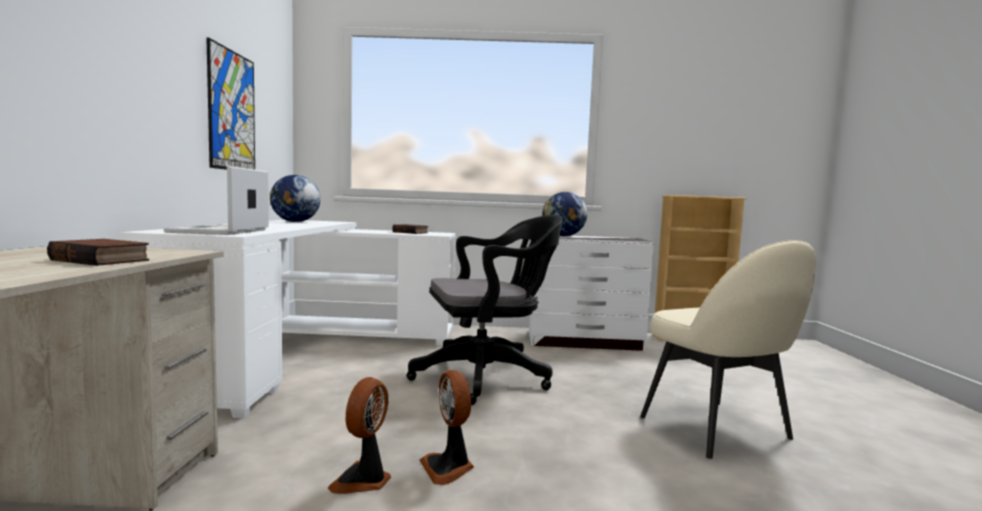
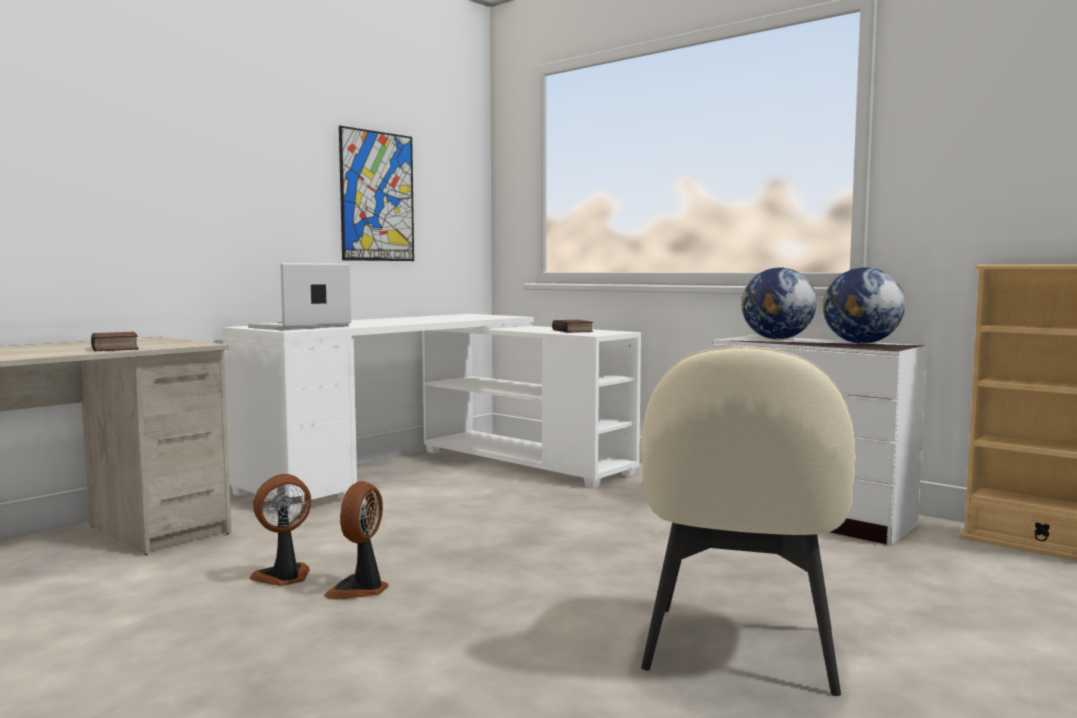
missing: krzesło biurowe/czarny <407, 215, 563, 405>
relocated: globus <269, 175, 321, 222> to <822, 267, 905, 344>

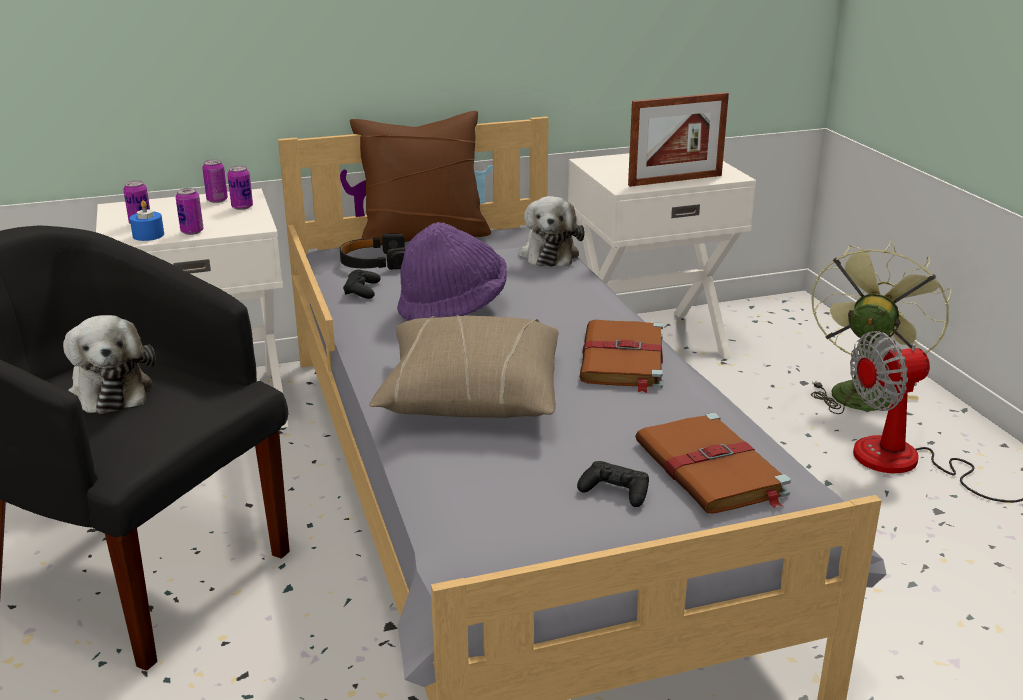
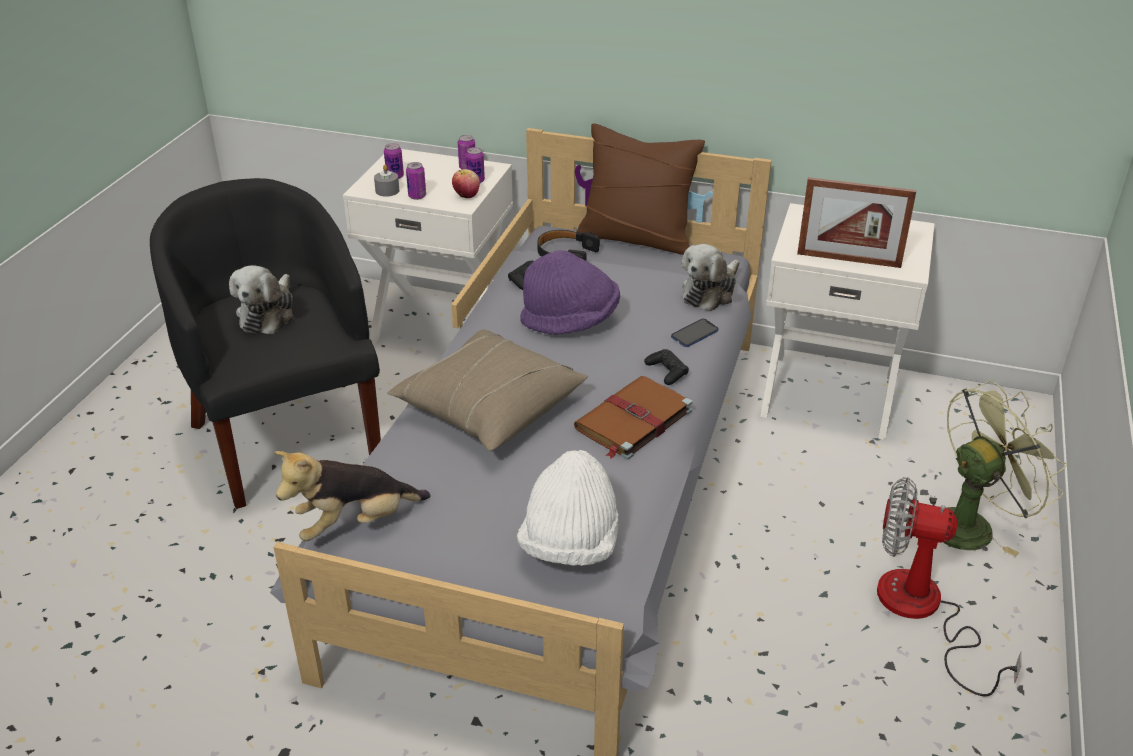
appeared: pluszak <274, 451, 431, 541>; jabłko <452, 169, 480, 198>; telefon <671, 319, 719, 347>
relocated: pad do gier/czarny <577, 461, 649, 507> to <644, 349, 689, 385>
exchanged: książka/brązowy <635, 413, 791, 513> to kapelusz/biały <517, 450, 618, 566>
colour: świeca/niebieski <130, 201, 164, 241> to świeca/szary <374, 165, 400, 197>

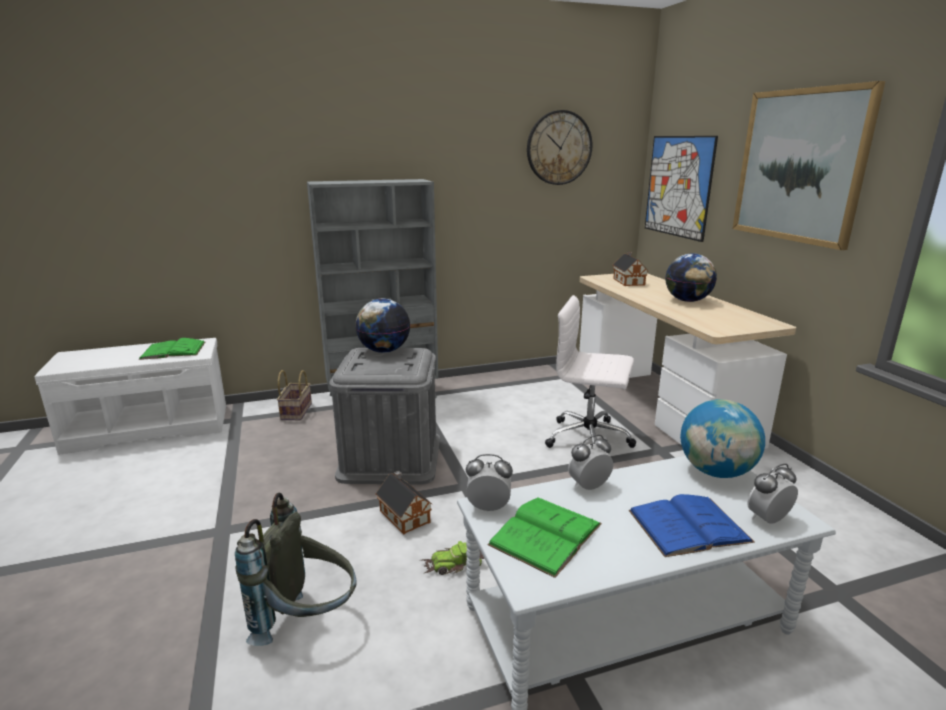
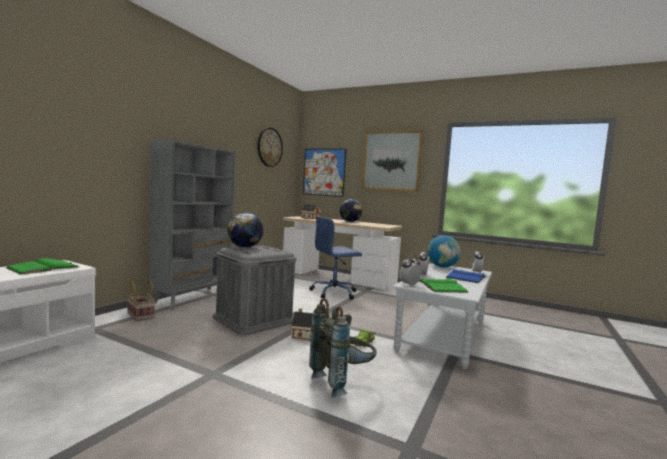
colour: krzesło biurowe/biały <545, 295, 636, 448> to krzesło biurowe/niebieski <309, 216, 362, 300>

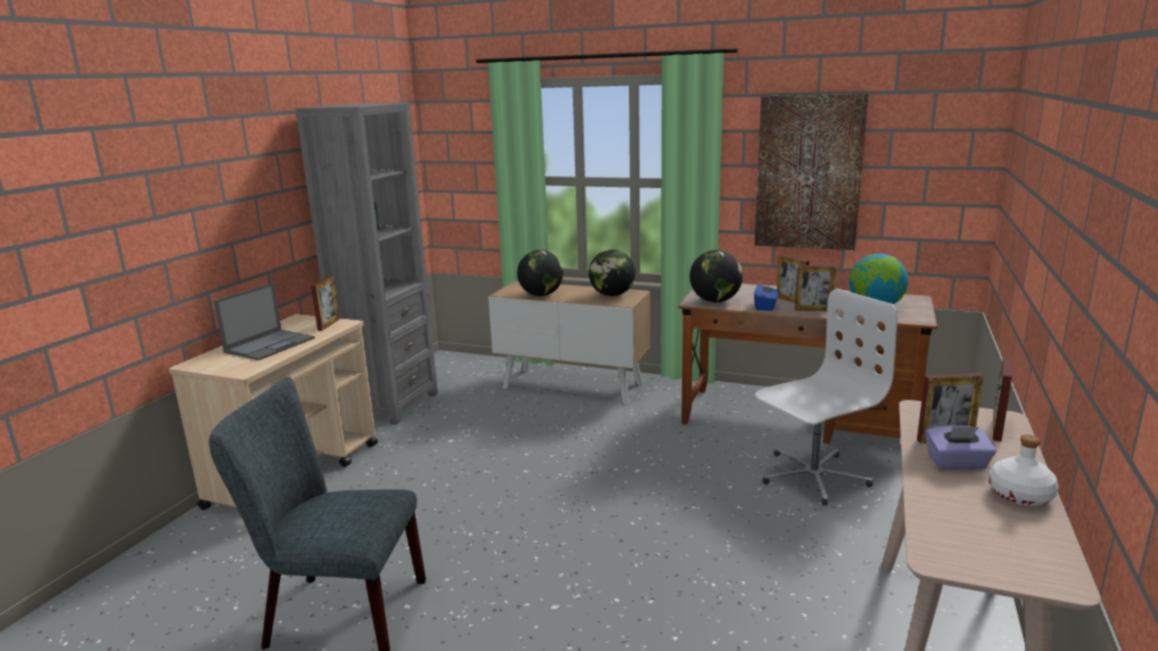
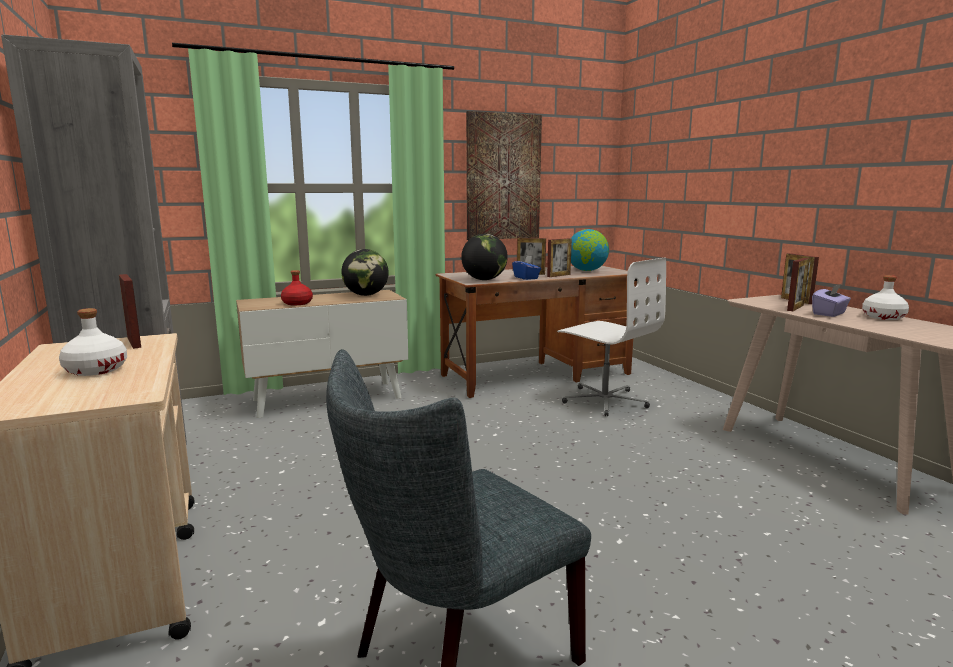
exchanged: laptop <214, 283, 315, 360> to butelka/biały <59, 308, 127, 376>; globus <517, 250, 563, 296> to butelka/czerwony <281, 270, 313, 305>
spun: krzesło biurowe/biały <755, 289, 898, 506> = <557, 257, 666, 416> 120 degrees clockwise

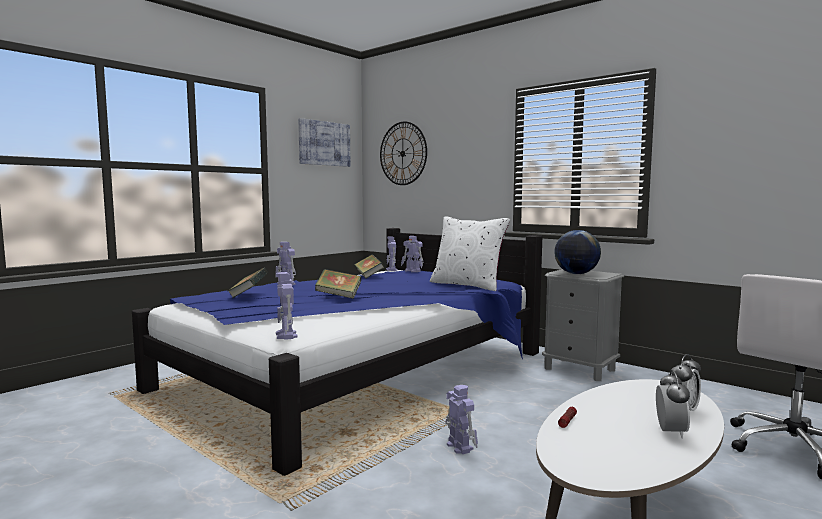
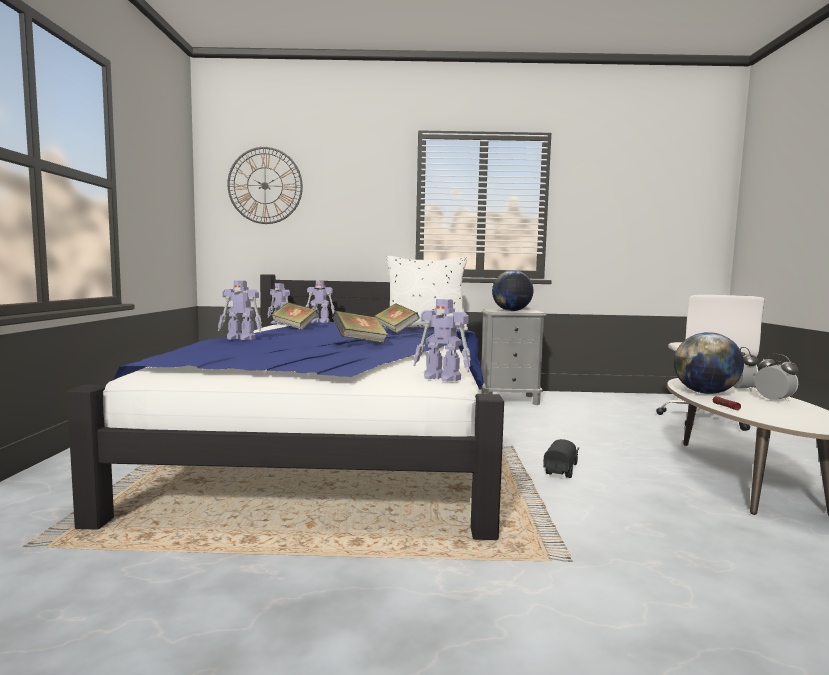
missing: obraz <298, 118, 351, 167>
appeared: globus <674, 332, 744, 394>
relocated: książka <228, 268, 268, 298> to <375, 303, 420, 333>
exchanged: robot zabawkowy <445, 385, 478, 454> to ciężarówka zabawkowa <543, 439, 579, 478>

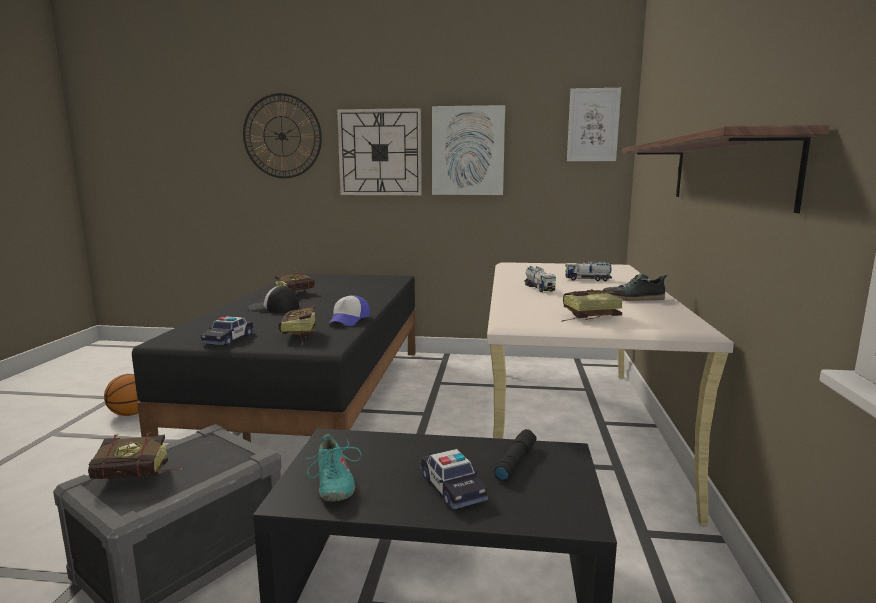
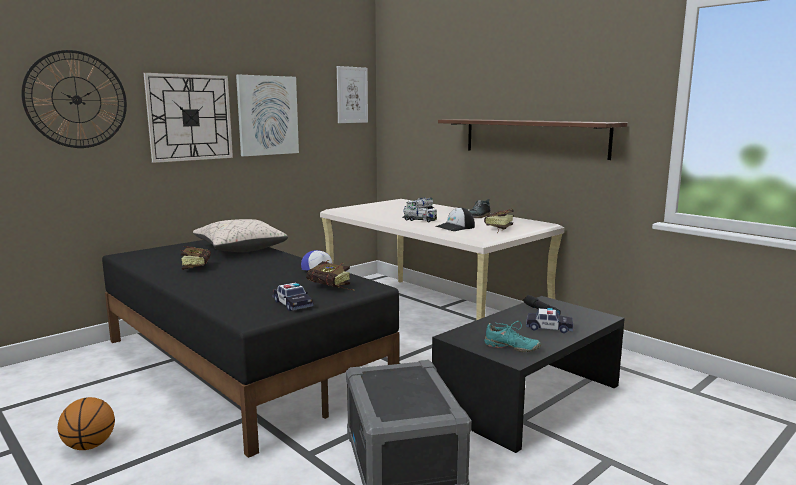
missing: książka <88, 432, 182, 479>
appeared: poduszka/beżowy <193, 219, 288, 252>
relocated: czapka z daszkiem <248, 286, 299, 313> to <435, 207, 475, 231>

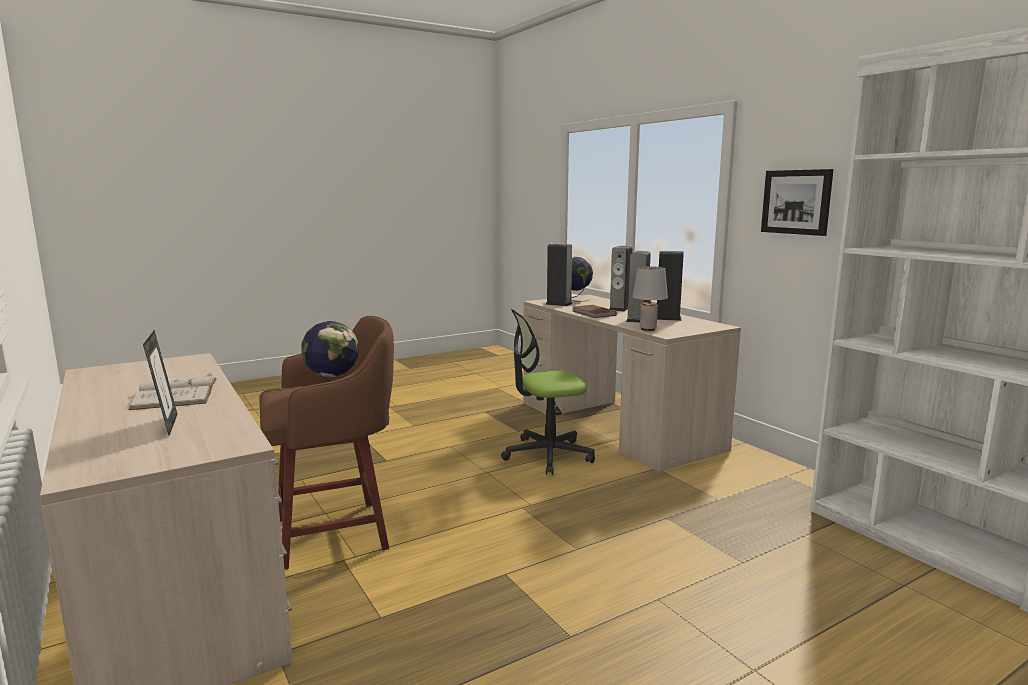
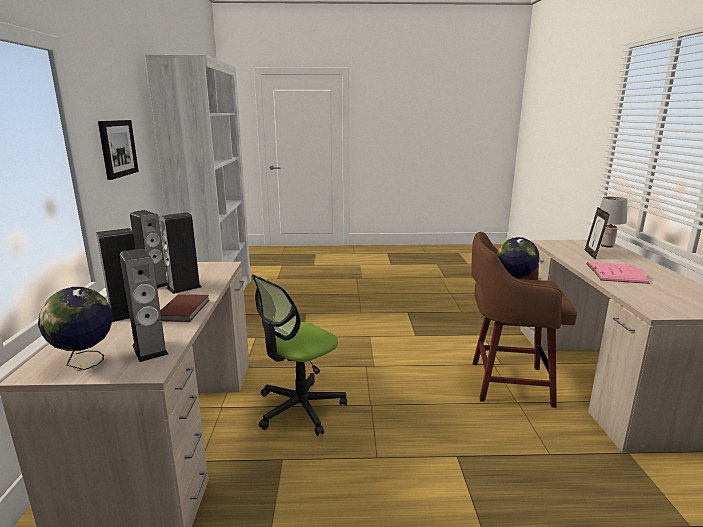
relocated: lampa stołowa/szary <632, 266, 668, 331> to <600, 196, 628, 247>
colour: książka/biały <128, 373, 217, 410> to książka/różowy <586, 262, 650, 284>
spun: krzesło biurowe <501, 309, 595, 475> = <252, 274, 347, 436> 120 degrees clockwise

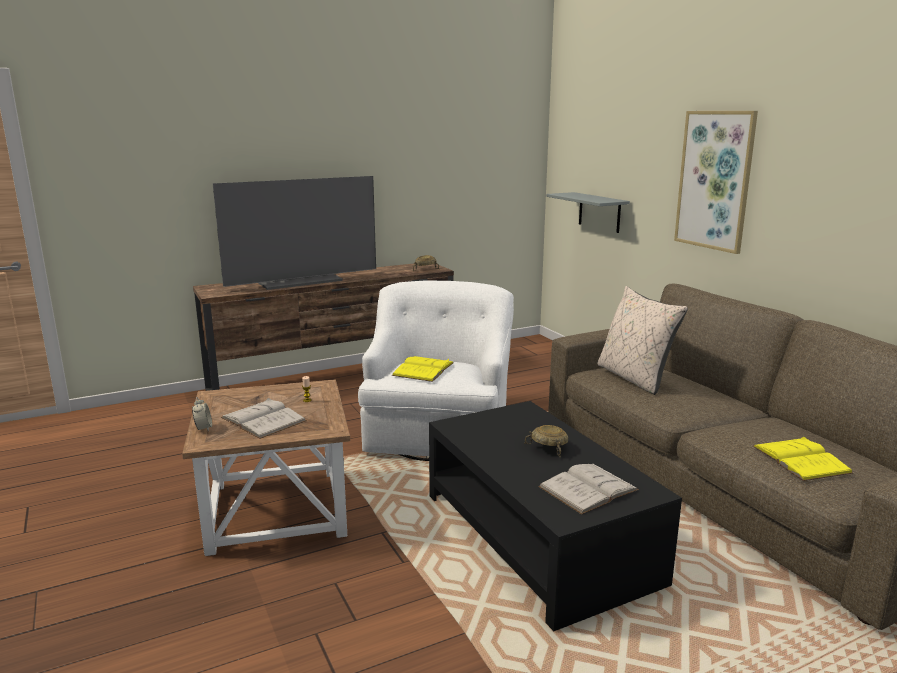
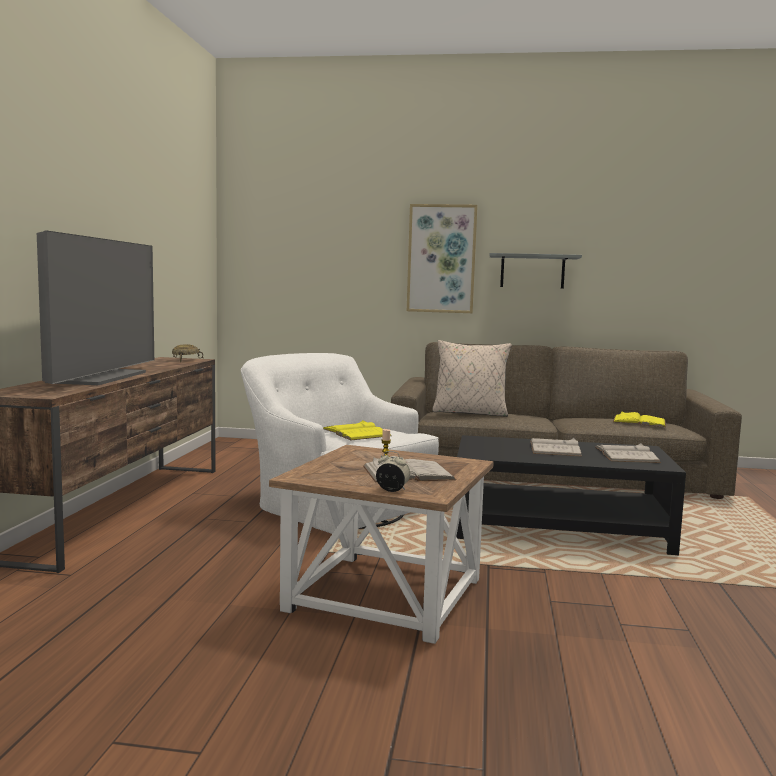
relocated: półka/szary <546, 192, 630, 233> to <489, 253, 582, 289>
exchanged: miska/beżowy <524, 425, 568, 458> to książka/biały <530, 438, 582, 457>

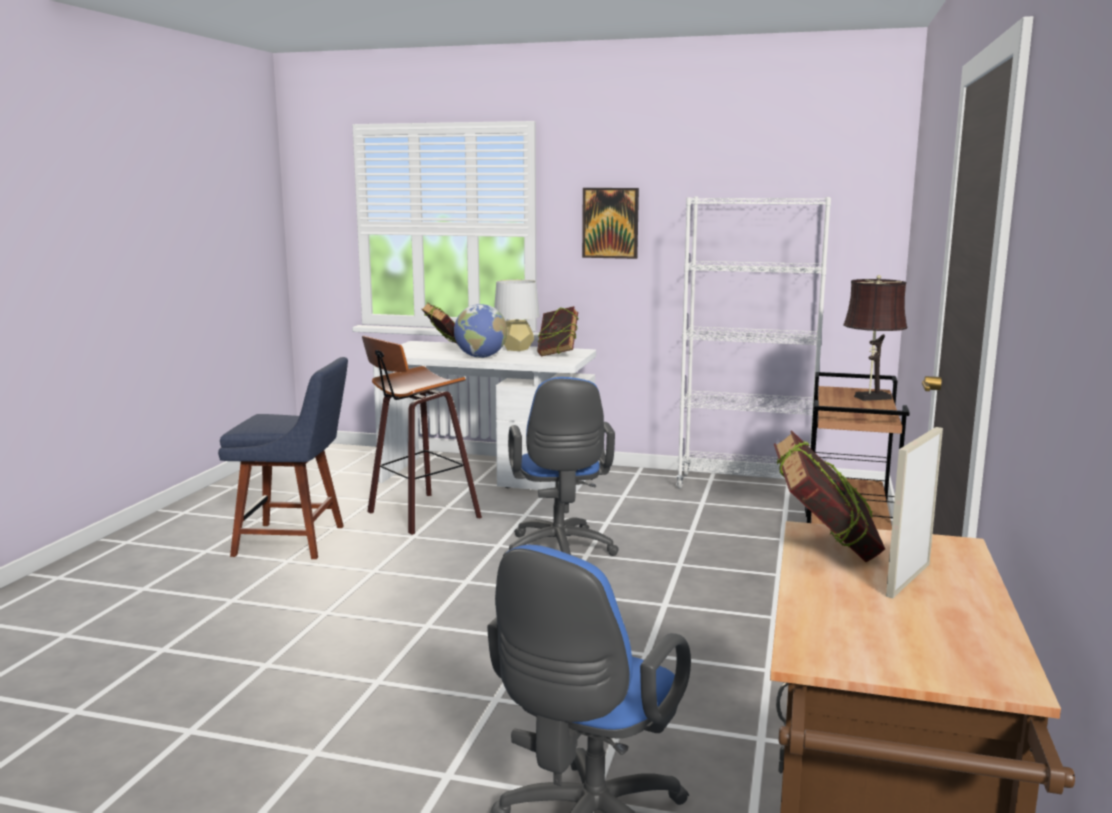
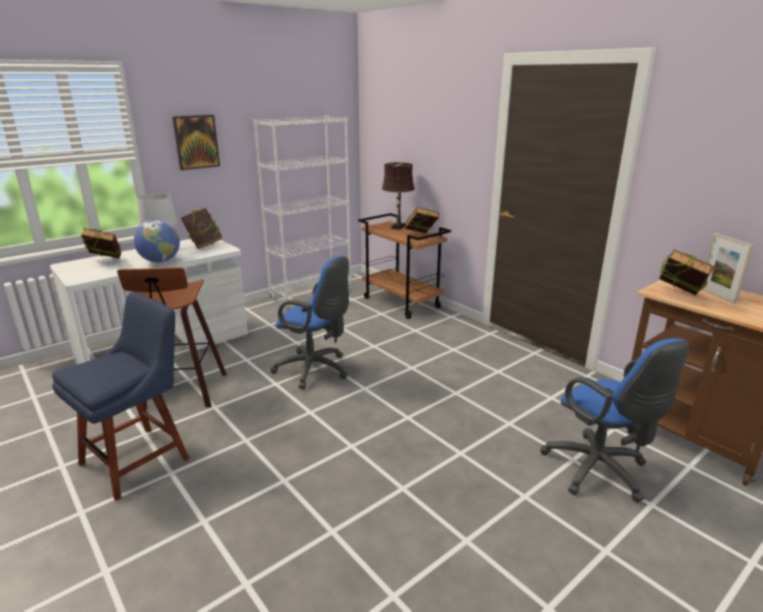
appeared: książka <405, 207, 439, 233>

